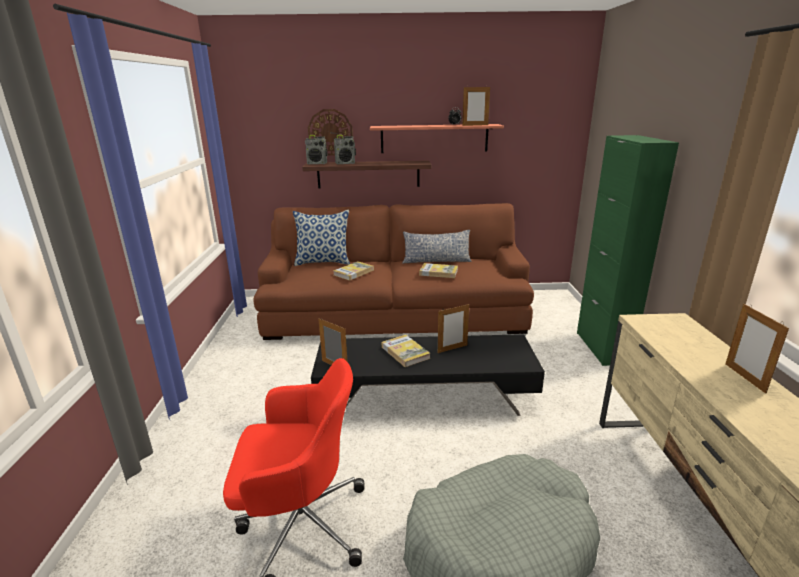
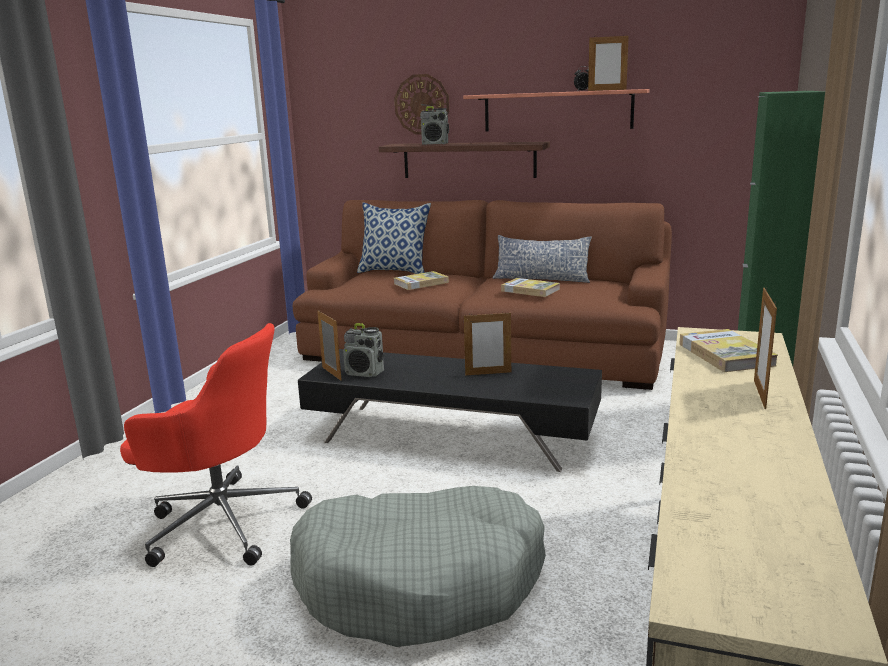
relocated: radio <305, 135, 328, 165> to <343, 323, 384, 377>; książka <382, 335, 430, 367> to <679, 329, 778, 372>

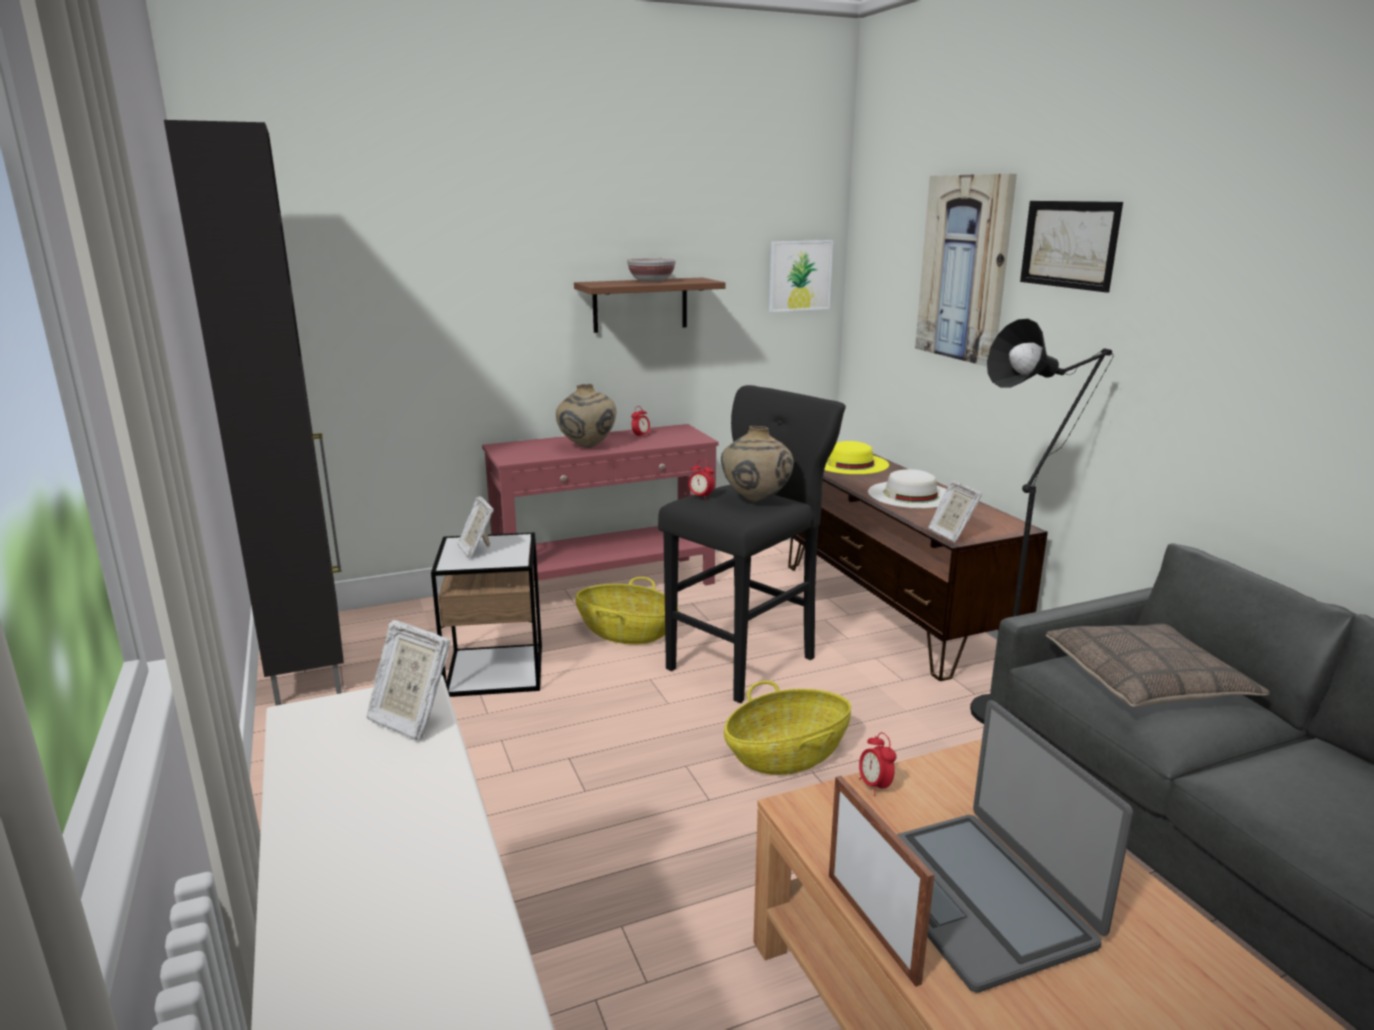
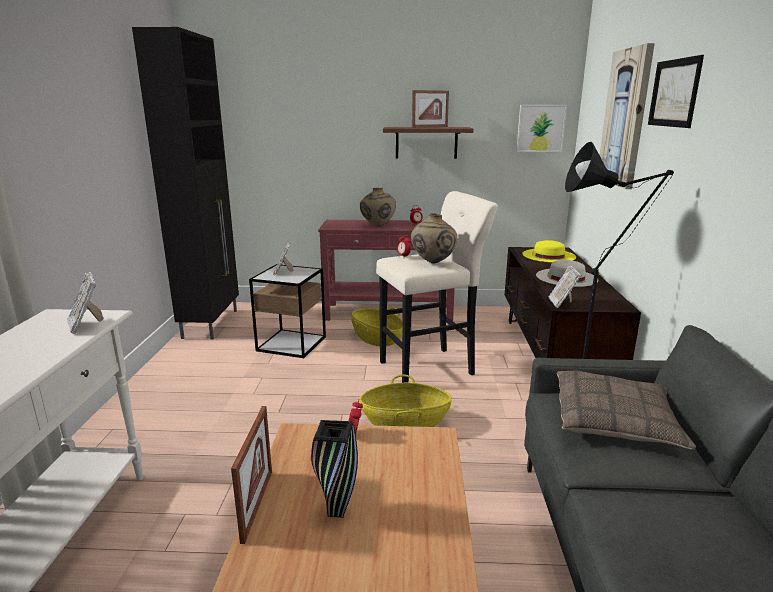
exchanged: miska <627, 258, 676, 282> to ramka na zdjęcie <412, 90, 449, 128>; laptop <897, 700, 1133, 993> to wazon/czarny <311, 420, 358, 518>
colour: stołek/czarny <658, 385, 846, 703> to stołek/beżowy <376, 191, 498, 383>

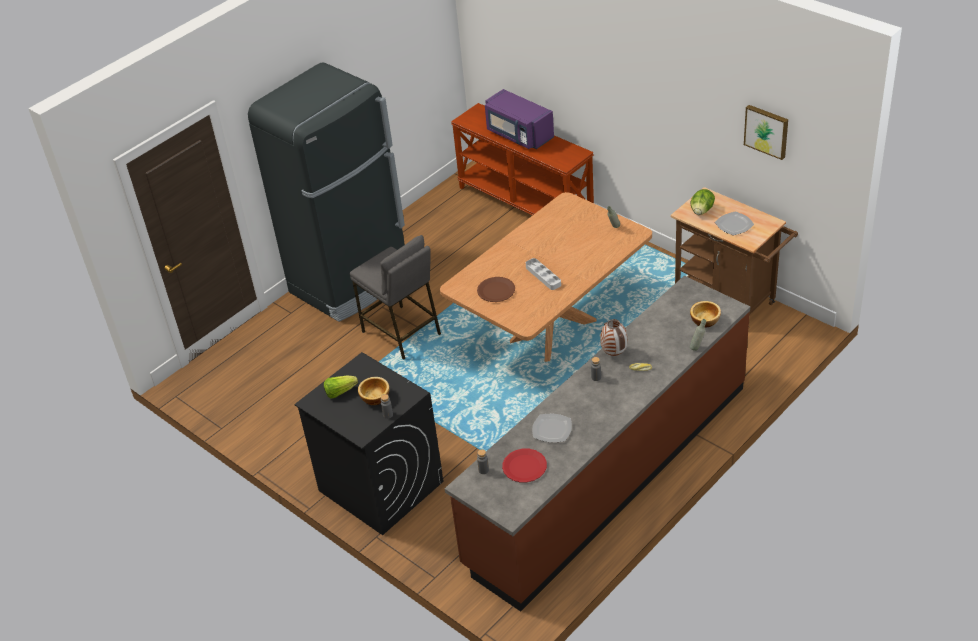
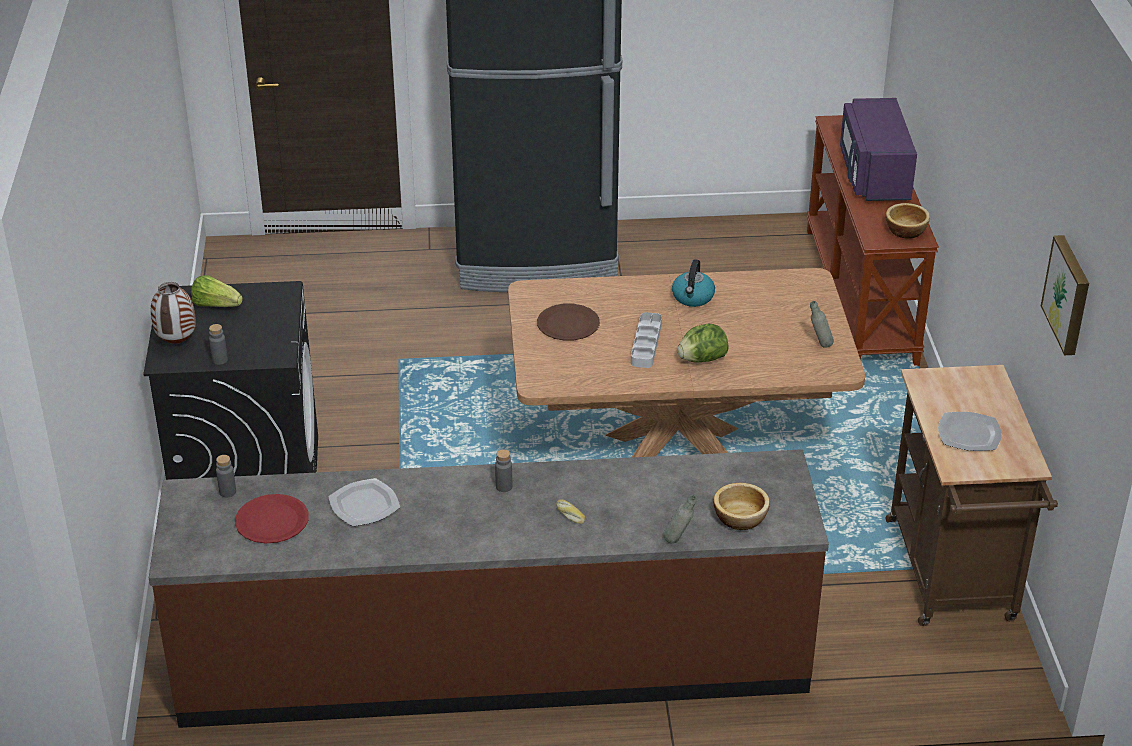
missing: stołek/szary <350, 235, 441, 360>
appeared: czajnik <672, 259, 715, 307>
relocated: miska <358, 377, 389, 405> to <886, 203, 930, 239>; wazon <600, 319, 627, 356> to <151, 282, 196, 344>; sałata <690, 189, 715, 215> to <678, 323, 728, 363>

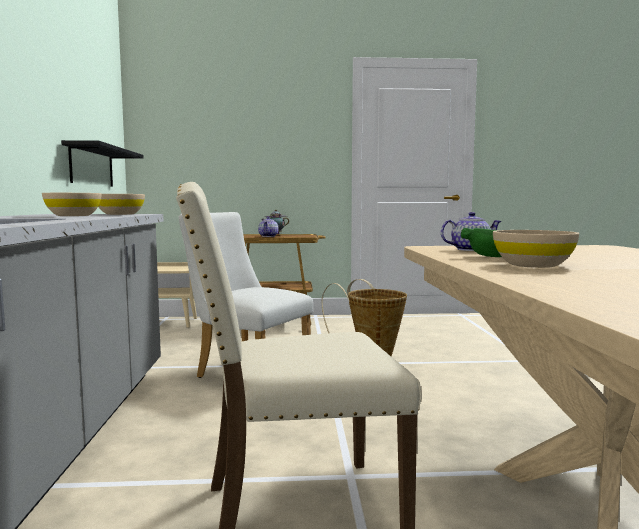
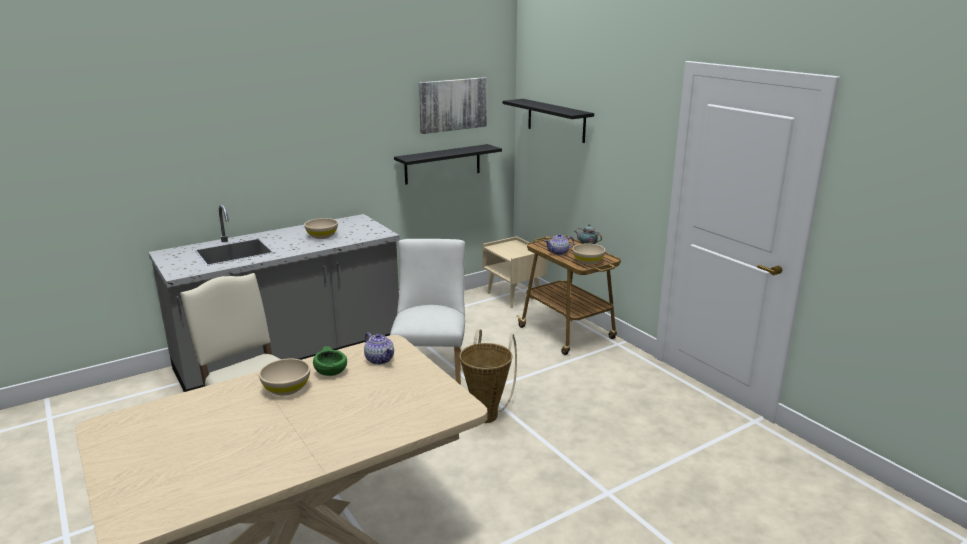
appeared: obraz <419, 77, 487, 134>; półka/czarny <503, 99, 594, 143>
relocated: miska/beżowy <98, 194, 145, 215> to <573, 244, 605, 265>

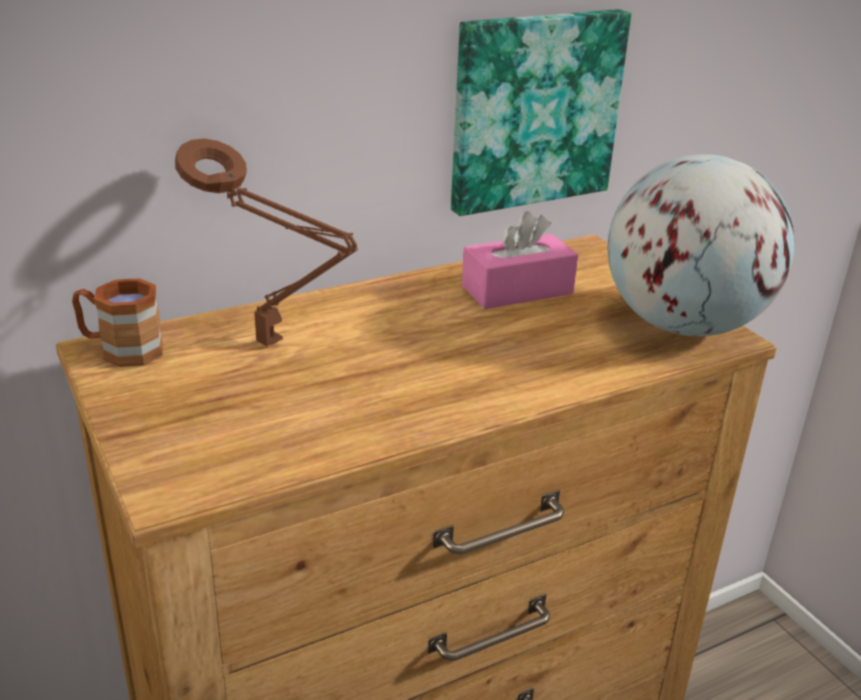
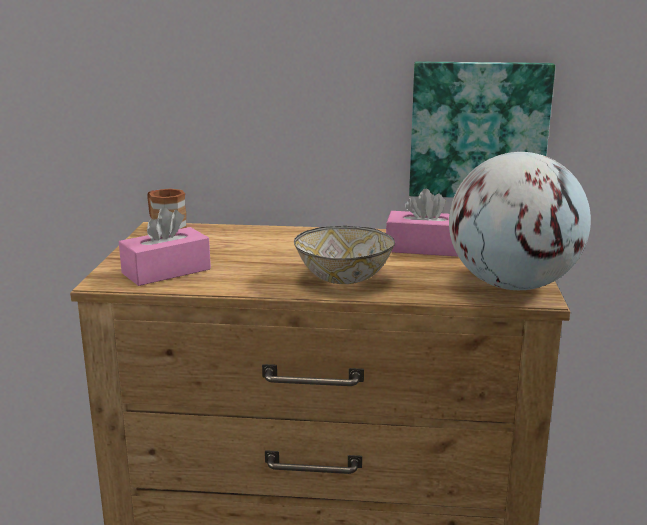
missing: lampa stołowa/brązowy <175, 139, 358, 346>
appeared: pudełko chusteczek/różowy <119, 207, 211, 286>; miska <294, 226, 395, 284>

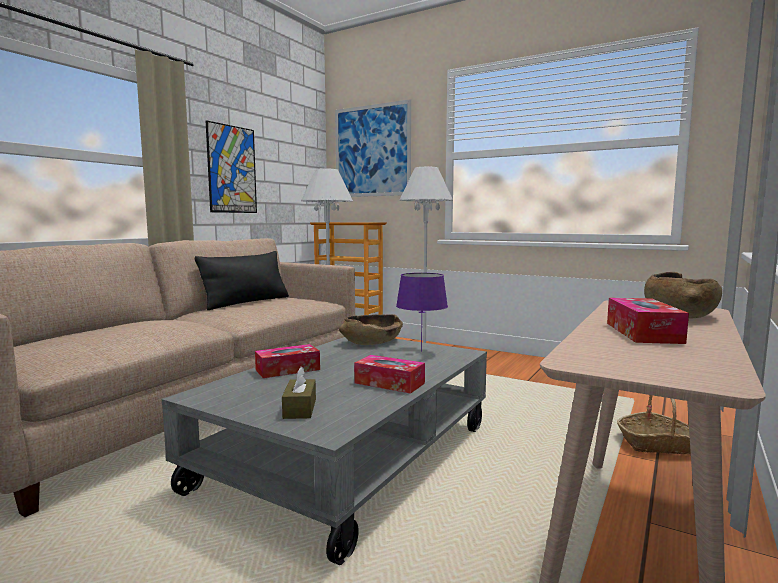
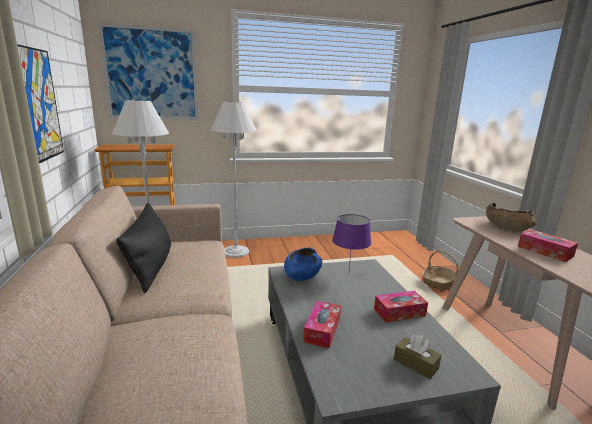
colour: miska/brązowy <339, 314, 403, 345> to miska/niebieski <284, 248, 322, 281>

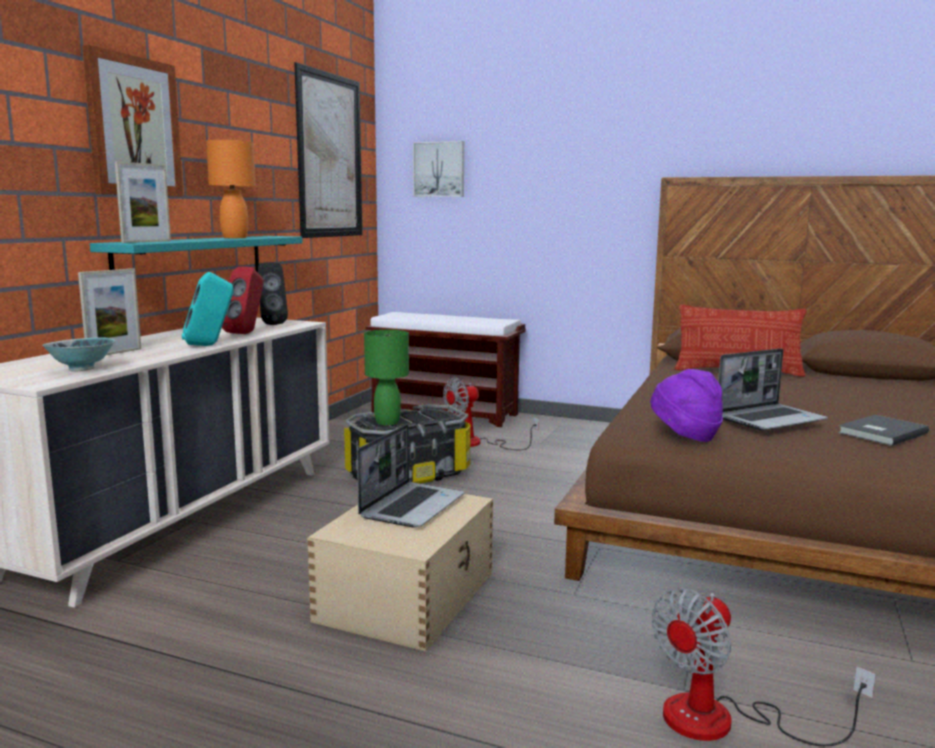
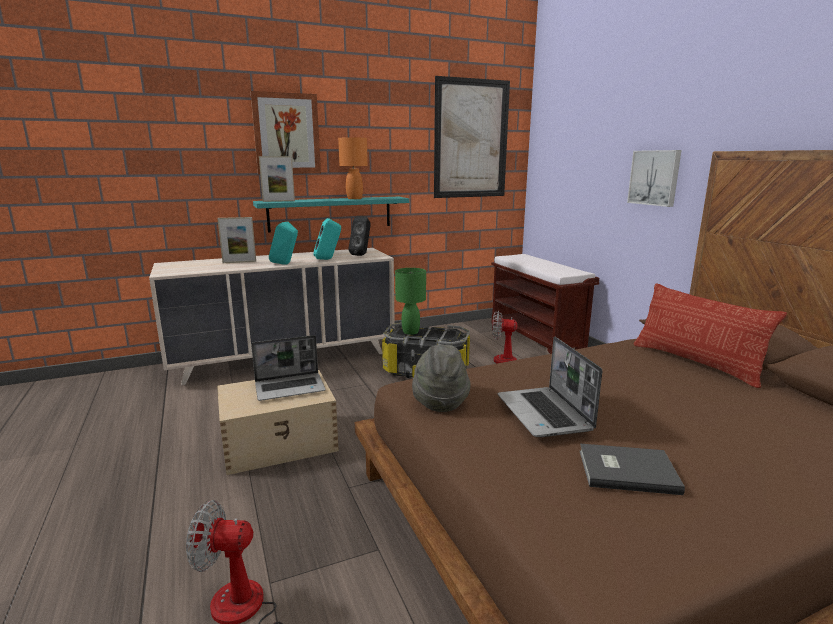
missing: miska <43, 337, 115, 372>
relocated: obraz <413, 141, 464, 197> to <627, 150, 682, 207>
colour: głośnik/czerwony <222, 267, 264, 334> to głośnik/turkusowy <313, 218, 341, 260>; kapelusz/fioletowy <650, 369, 723, 442> to kapelusz/szary <412, 344, 471, 412>
spun: laptop <718, 348, 828, 430> = <497, 337, 602, 437> 60 degrees clockwise

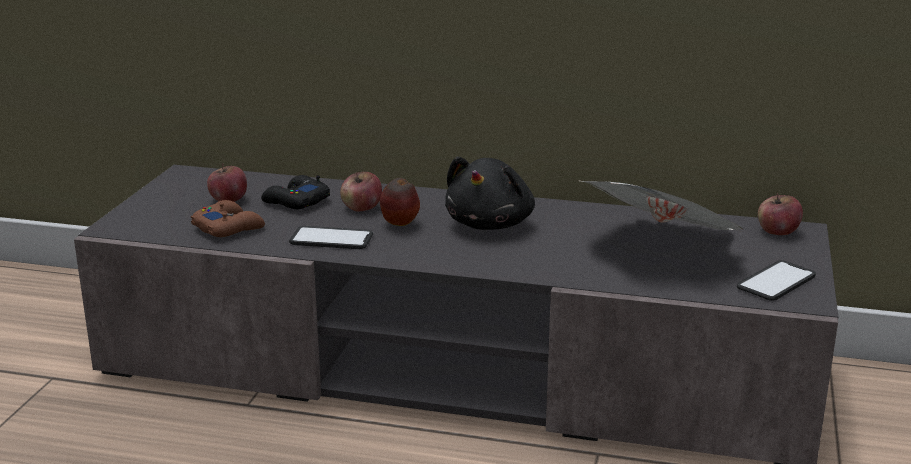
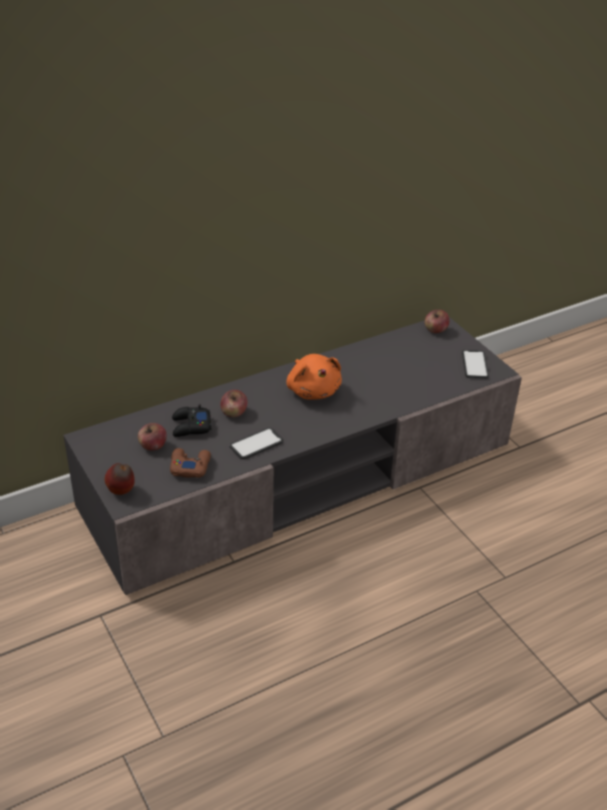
missing: gazeta <582, 181, 744, 231>
relocated: jabłko <380, 178, 420, 226> to <105, 463, 135, 495>
colour: pluszak/czarny <445, 156, 535, 230> to pluszak/pomarańczowy <286, 354, 342, 400>

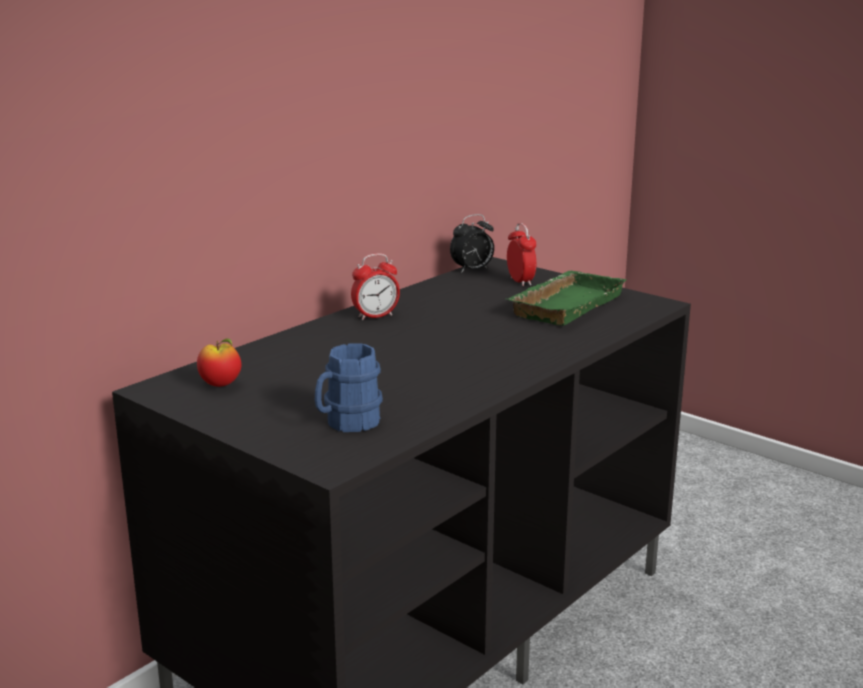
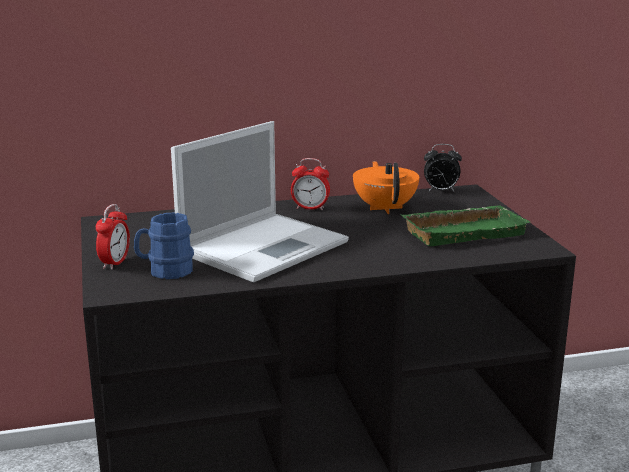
missing: jabłko <197, 338, 242, 387>
appeared: laptop <171, 121, 349, 282>; imbryk/pomarańczowy <353, 161, 419, 214>
relocated: budzik <507, 223, 536, 286> to <96, 204, 130, 270>

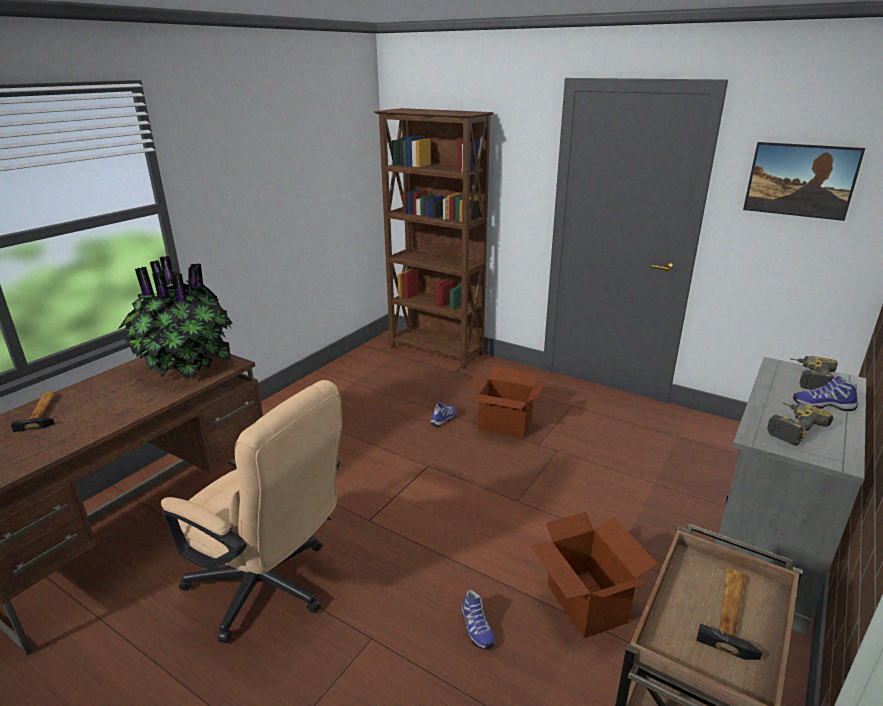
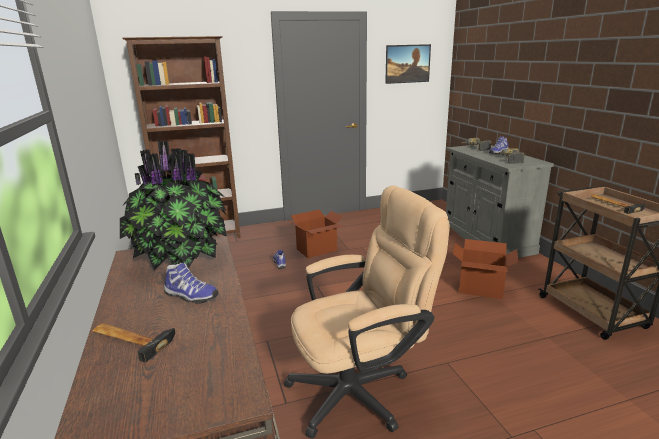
relocated: but <462, 590, 495, 650> to <164, 262, 218, 304>

